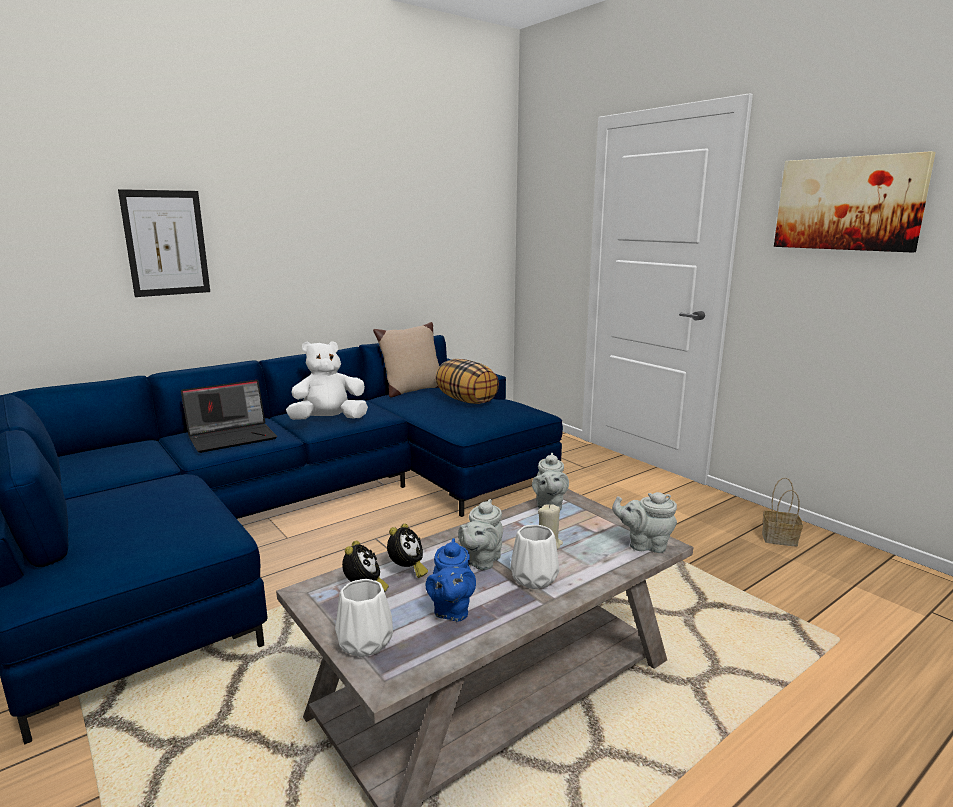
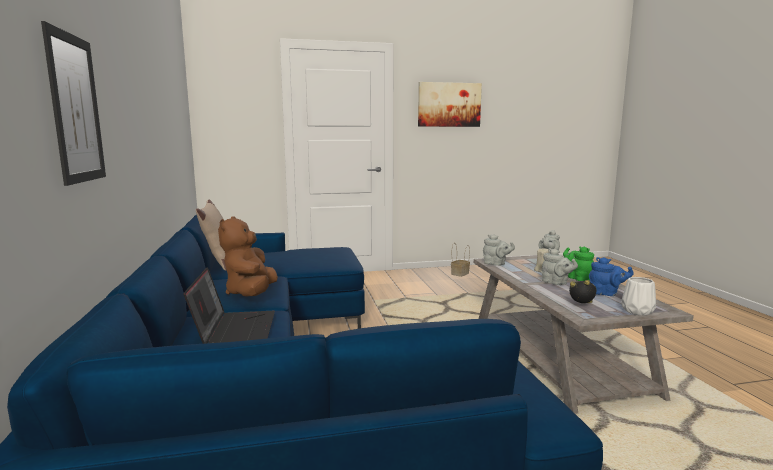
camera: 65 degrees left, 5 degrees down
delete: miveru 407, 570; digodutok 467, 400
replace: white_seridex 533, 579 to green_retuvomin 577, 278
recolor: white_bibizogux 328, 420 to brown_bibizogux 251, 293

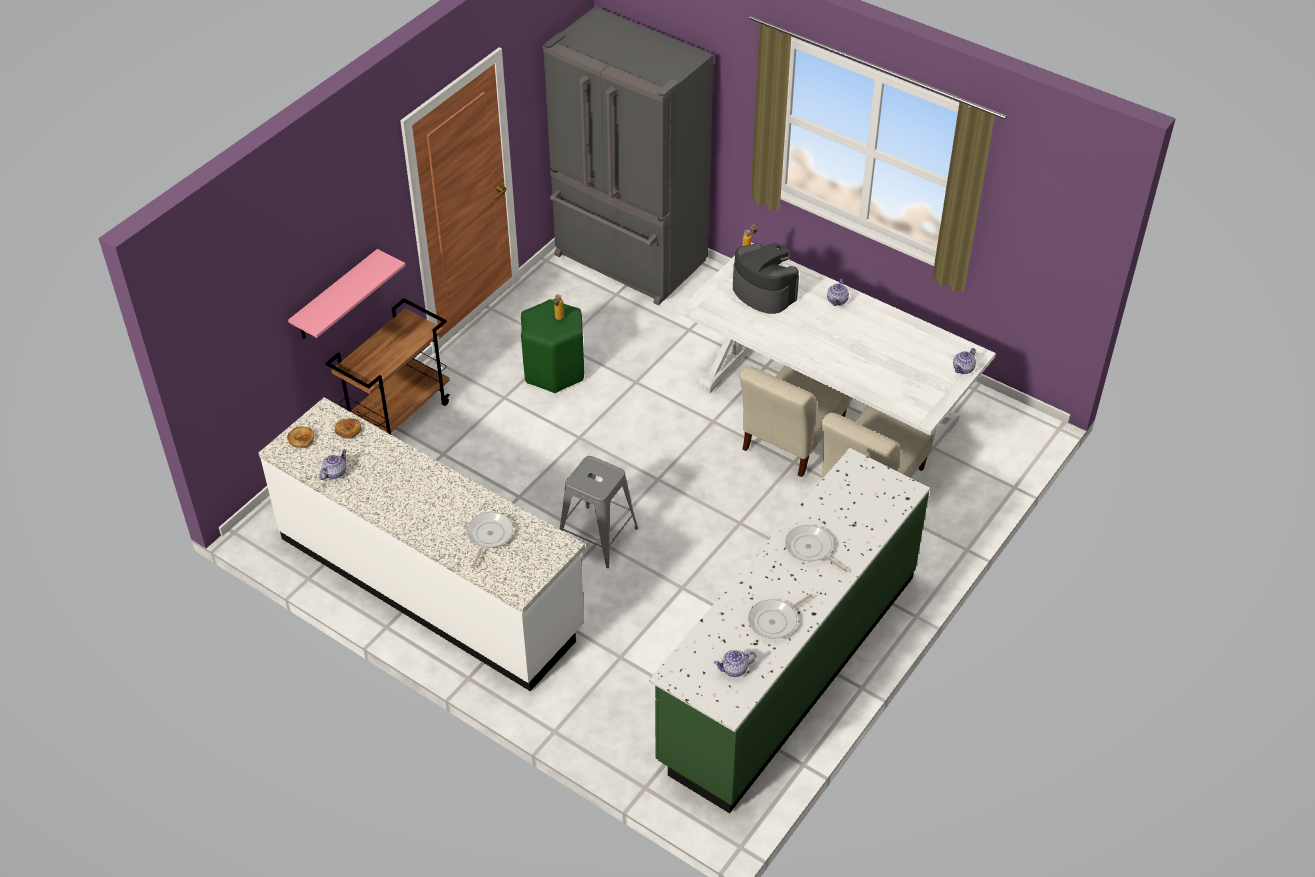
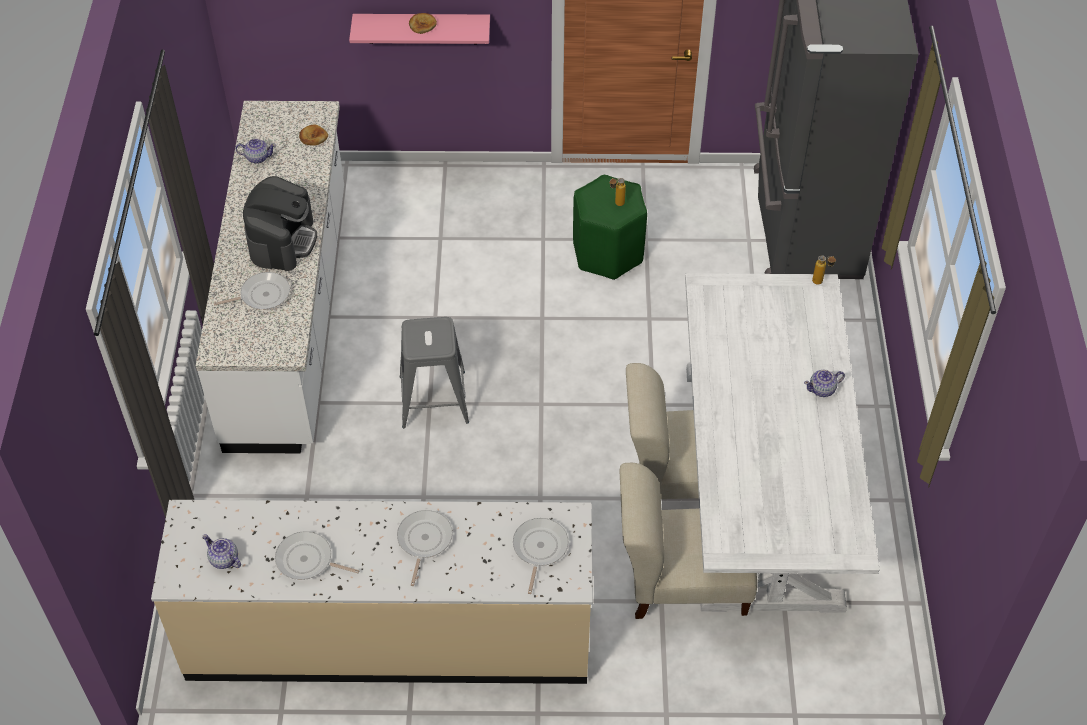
camera: 55 degrees right, 5 degrees up
delete: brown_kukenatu 398, 416; retuvomin 963, 368
insert: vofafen 539, 549
move: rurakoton 301, 438 to 422, 25; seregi 763, 292 to 282, 240
recolor: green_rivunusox 787, 667 to beige_rivunusox 389, 635

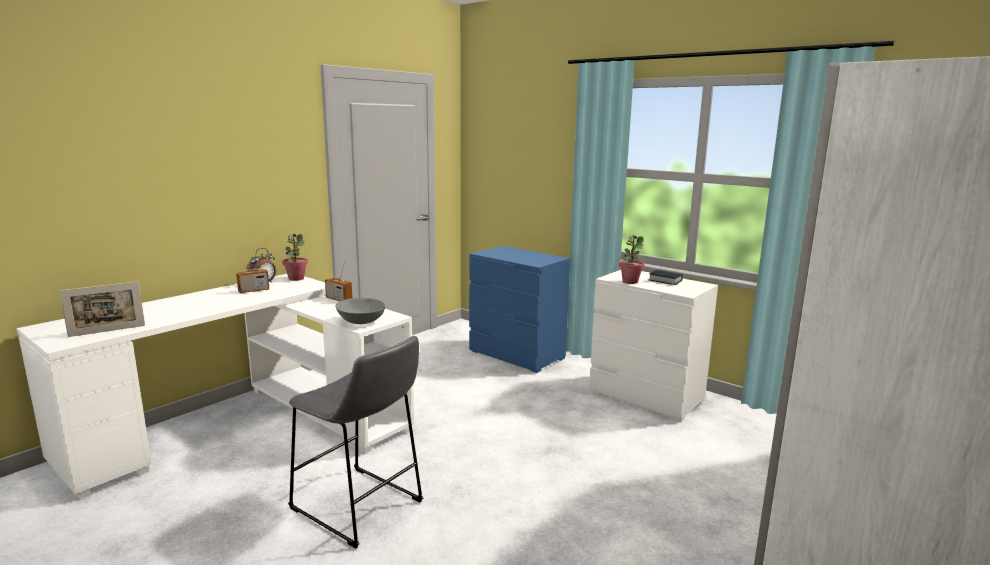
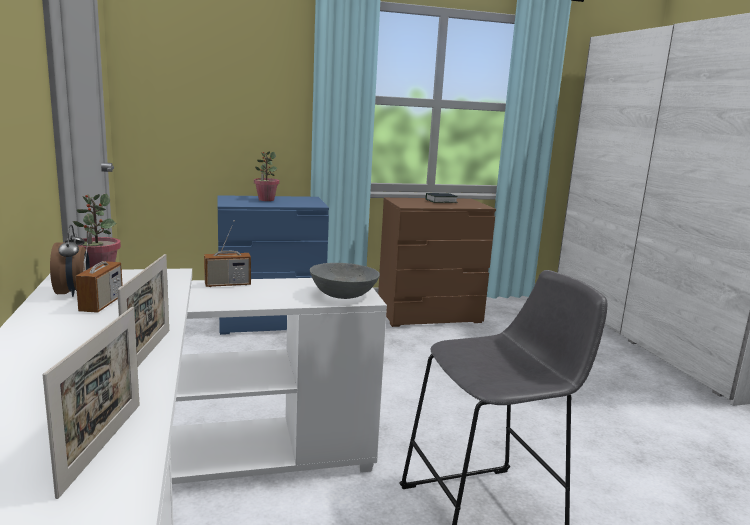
camera: 55 degrees left, 0 degrees up
insert: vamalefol 148, 353
move: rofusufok 630, 281 to 266, 200
recolor: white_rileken 646, 396 to brown_rileken 429, 315

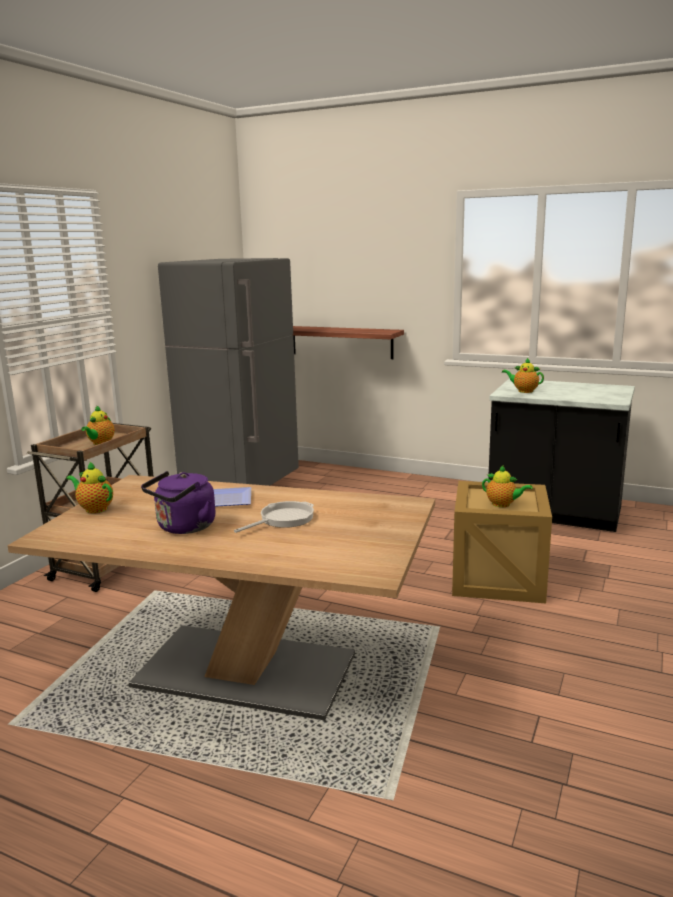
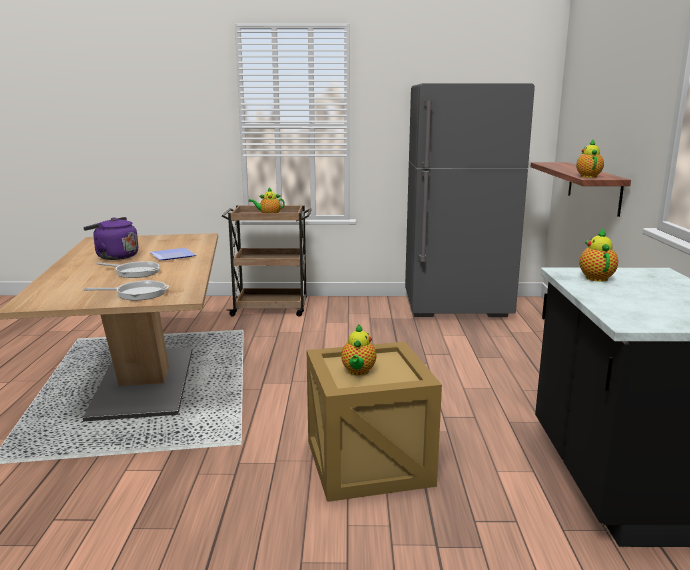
camera: 65 degrees right, 0 degrees up
insert: vofafen 137, 293
move: retuvomin 94, 508 to 588, 176

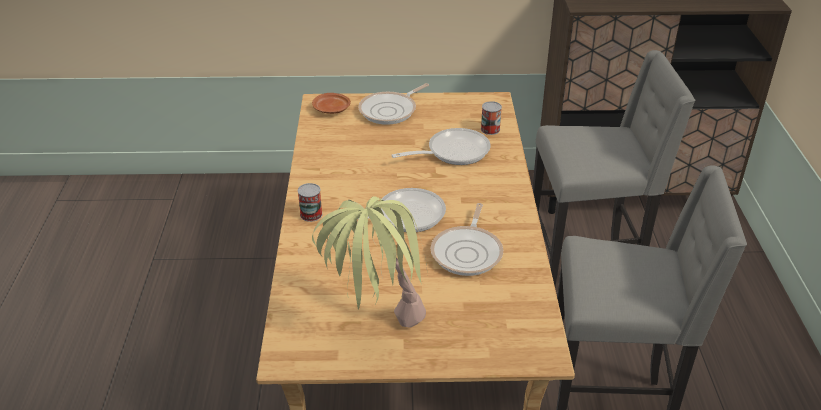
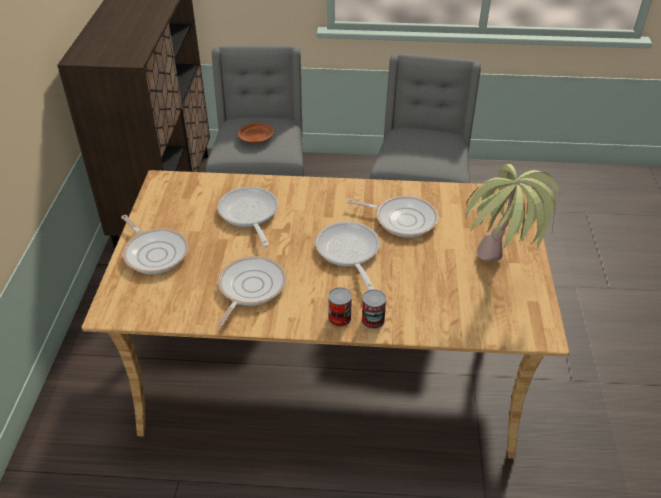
camera: 85 degrees left, 5 degrees up
insert: vofafen 250, 288
move: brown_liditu 332, 109 to 256, 138; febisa 490, 129 to 373, 320

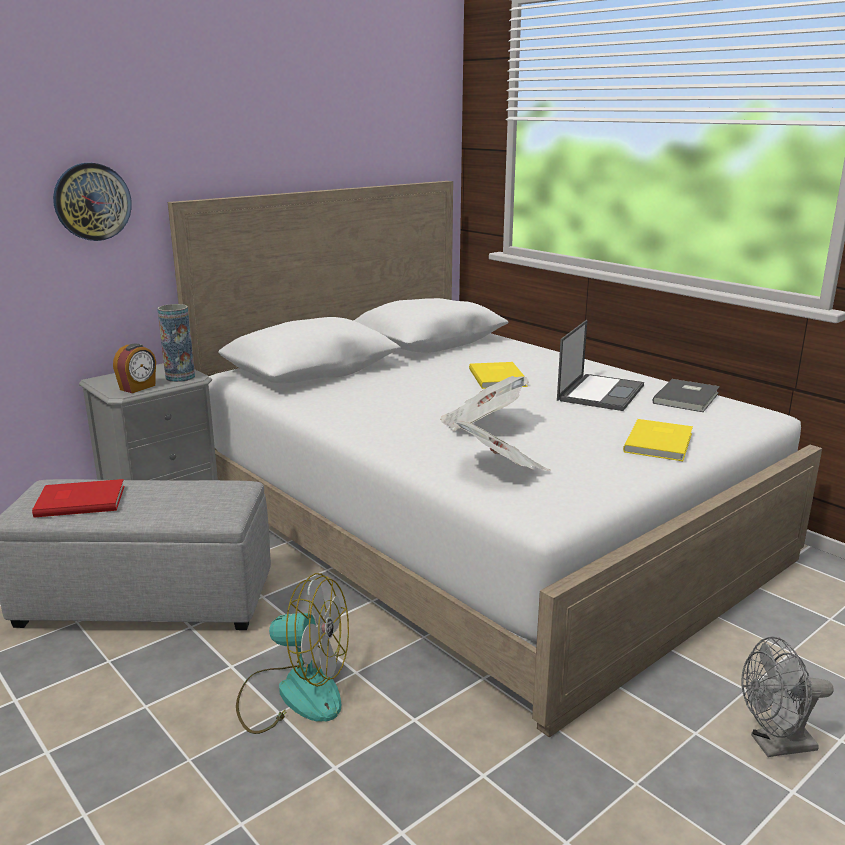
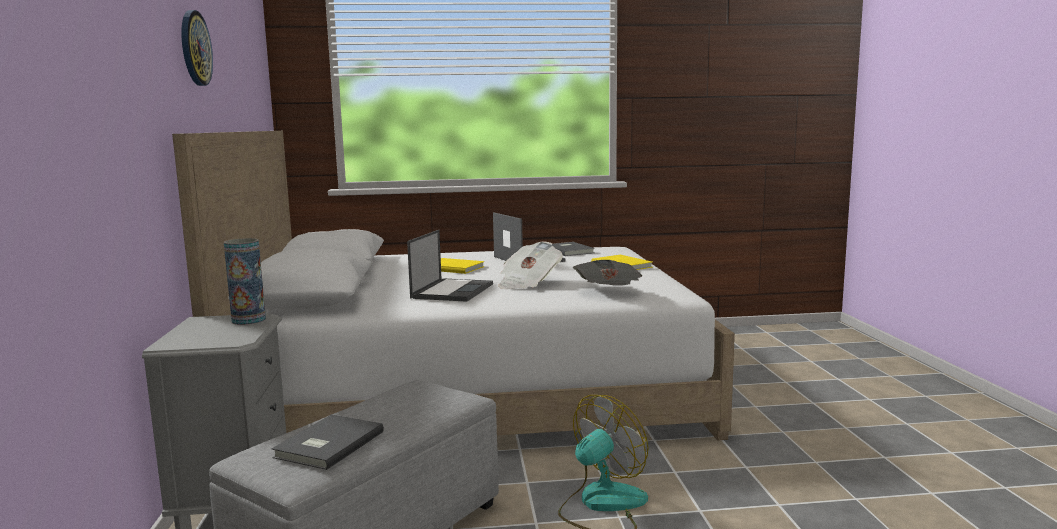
camera: 55 degrees left, 10 degrees down
delete: miveru 138, 388; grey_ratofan 775, 745
insert: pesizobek 452, 290
move: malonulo 92, 202 to 195, 48
recolor: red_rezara 79, 500 to grey_rezara 326, 444

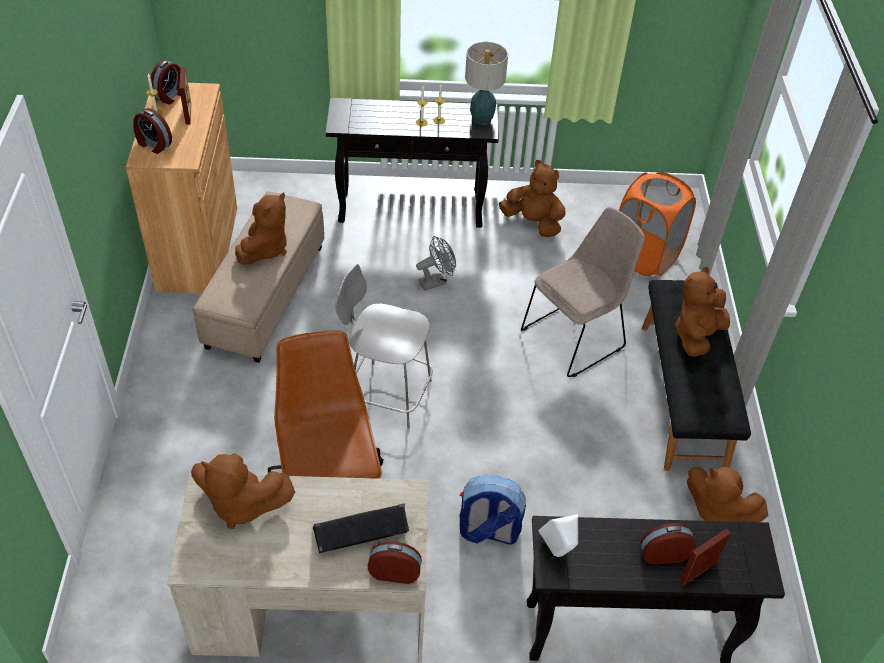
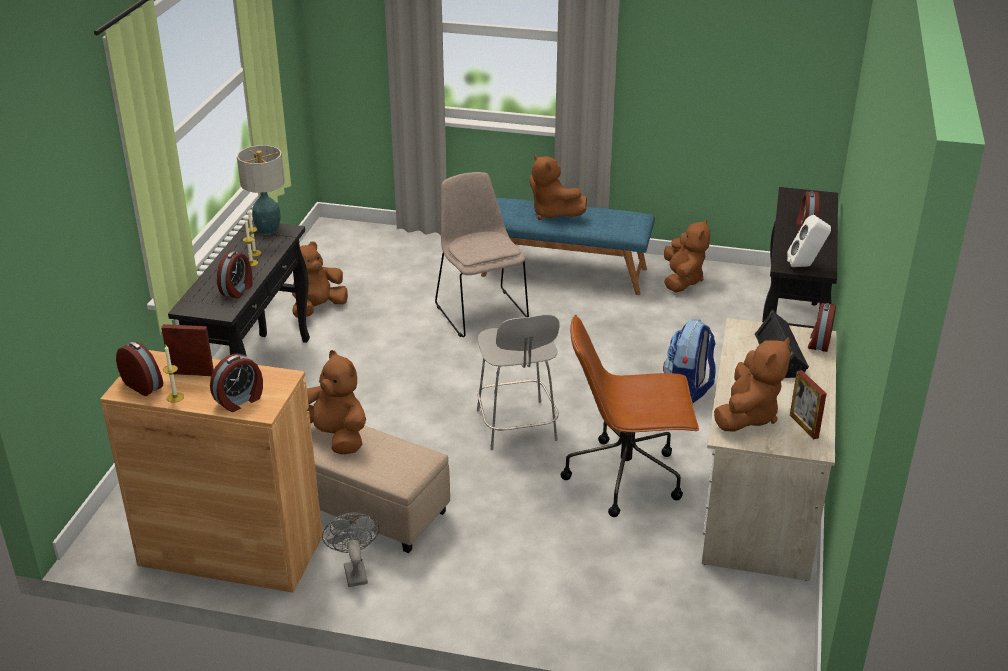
camera: 75 degrees left, 15 degrees down
delete: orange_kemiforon 645, 256
insert: miveru 237, 290
move: grey_ratofan 436, 281 to 354, 570; vamalefol 698, 571 to 804, 426
recolor: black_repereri 683, 395 to blue_repereri 564, 271
rotate: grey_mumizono 387, 394 = 517, 427 45 degrees counterclockwise; brown_bibizogux 716, 510 = 682, 280 45 degrees counterclockwise

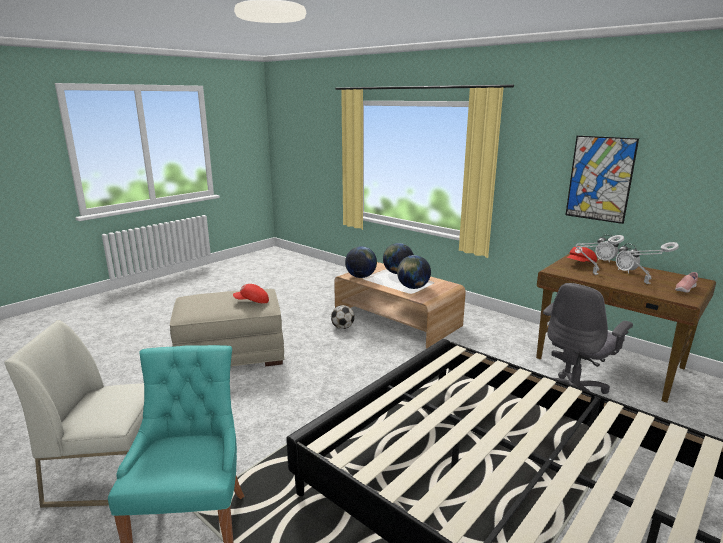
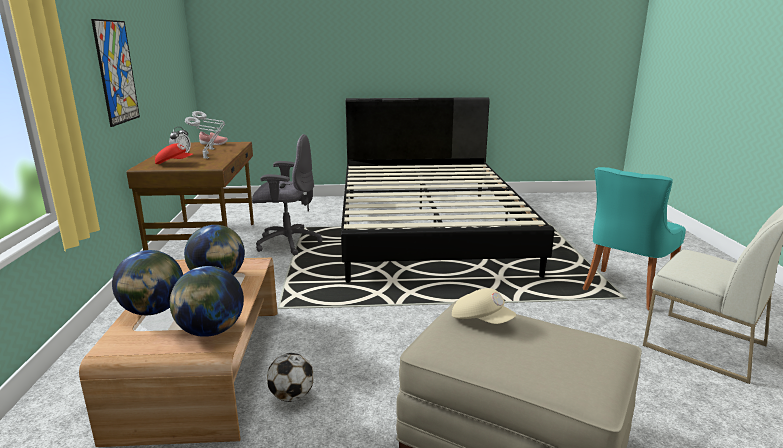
camera: 135 degrees left, 0 degrees up
delete: miveru 605, 260
recolor: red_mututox 252, 302 to beige_mututox 482, 321

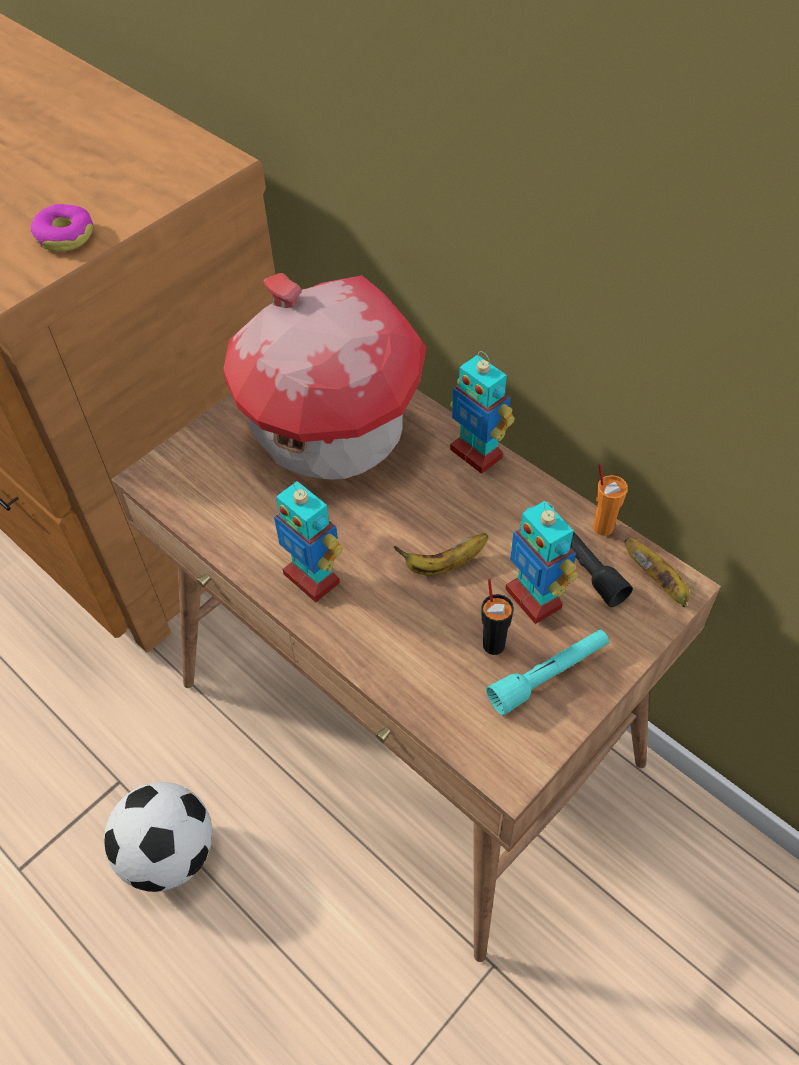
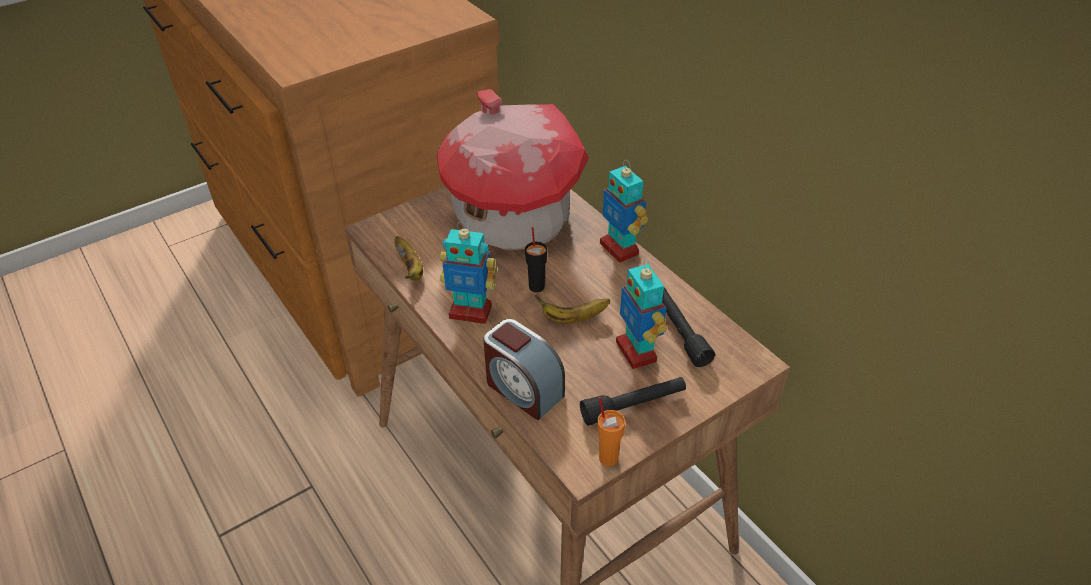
camera: 10 degrees right, 10 degrees down
delete: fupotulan 65, 236; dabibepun 170, 853
insert: miveru 523, 389
move: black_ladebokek 493, 644 to 537, 286; orange_ladebokek 602, 527 to 608, 457; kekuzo 658, 581 to 411, 269
recolor: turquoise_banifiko 549, 676 to black_banifiko 633, 406
rotate: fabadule 312, 578 = 471, 311 45 degrees counterclockwise

